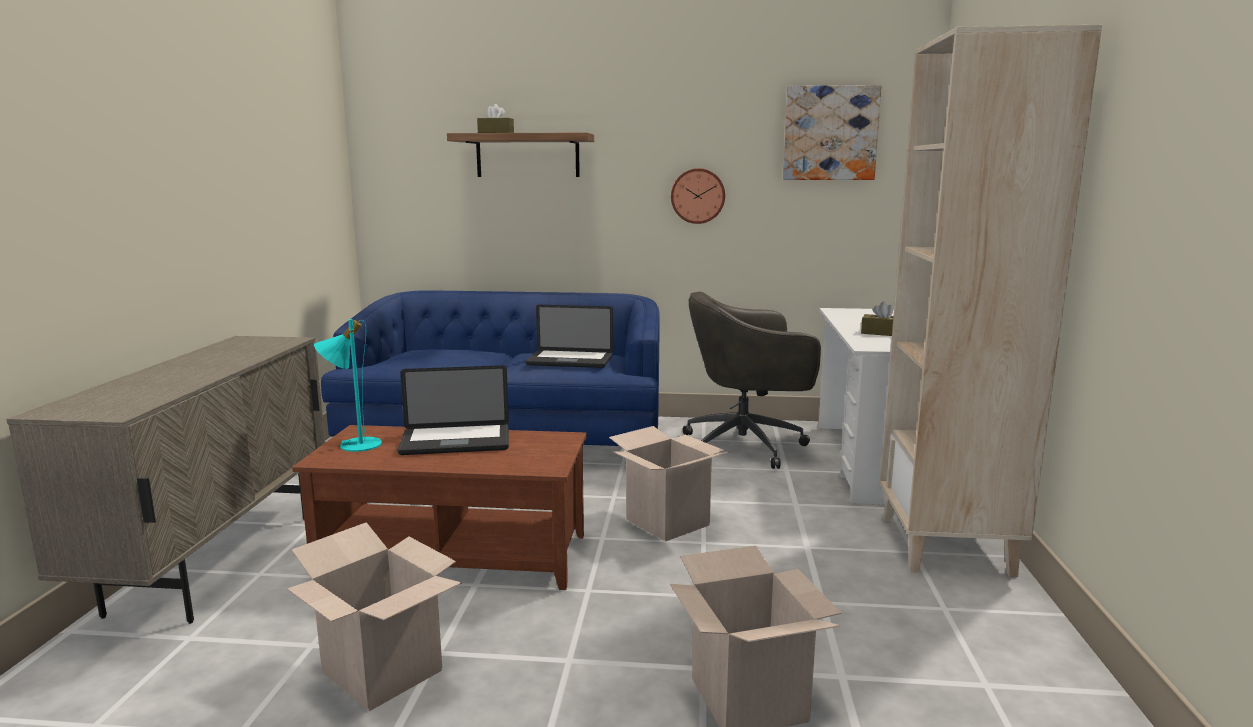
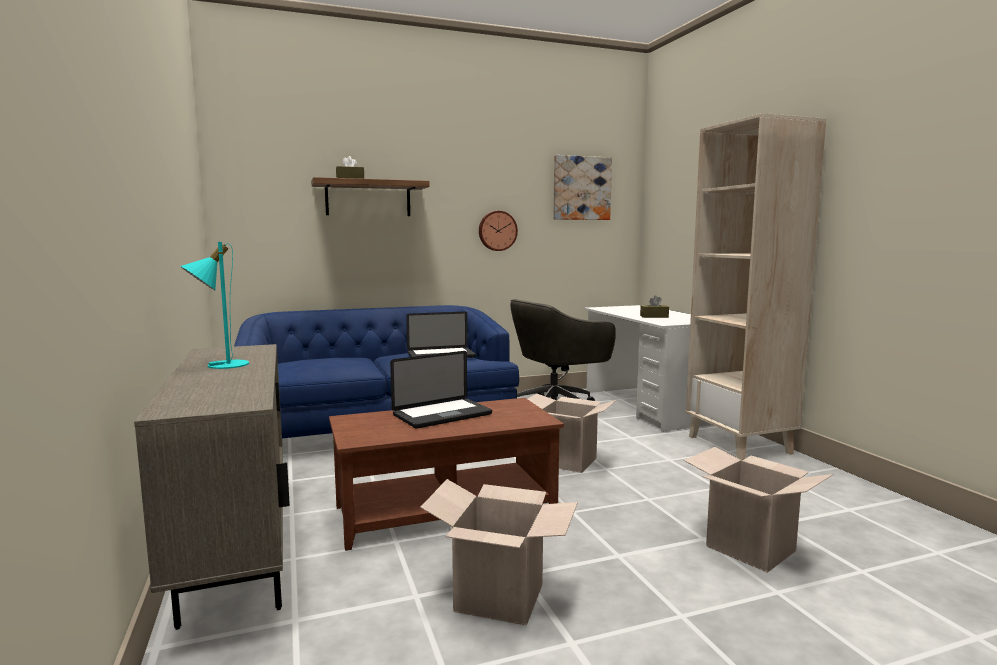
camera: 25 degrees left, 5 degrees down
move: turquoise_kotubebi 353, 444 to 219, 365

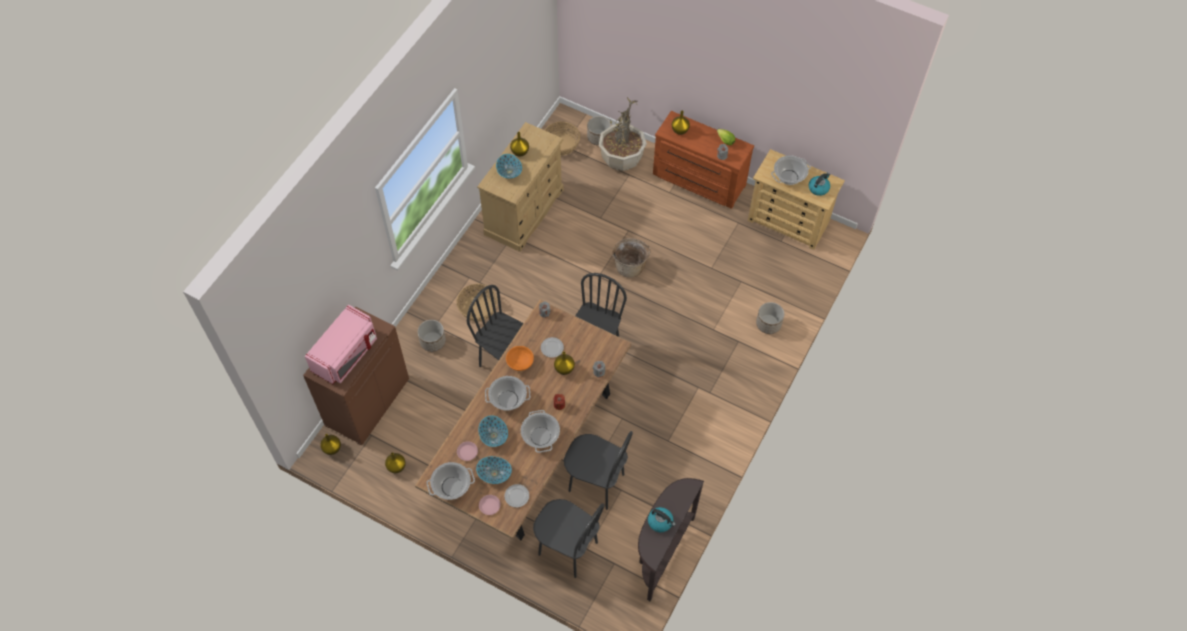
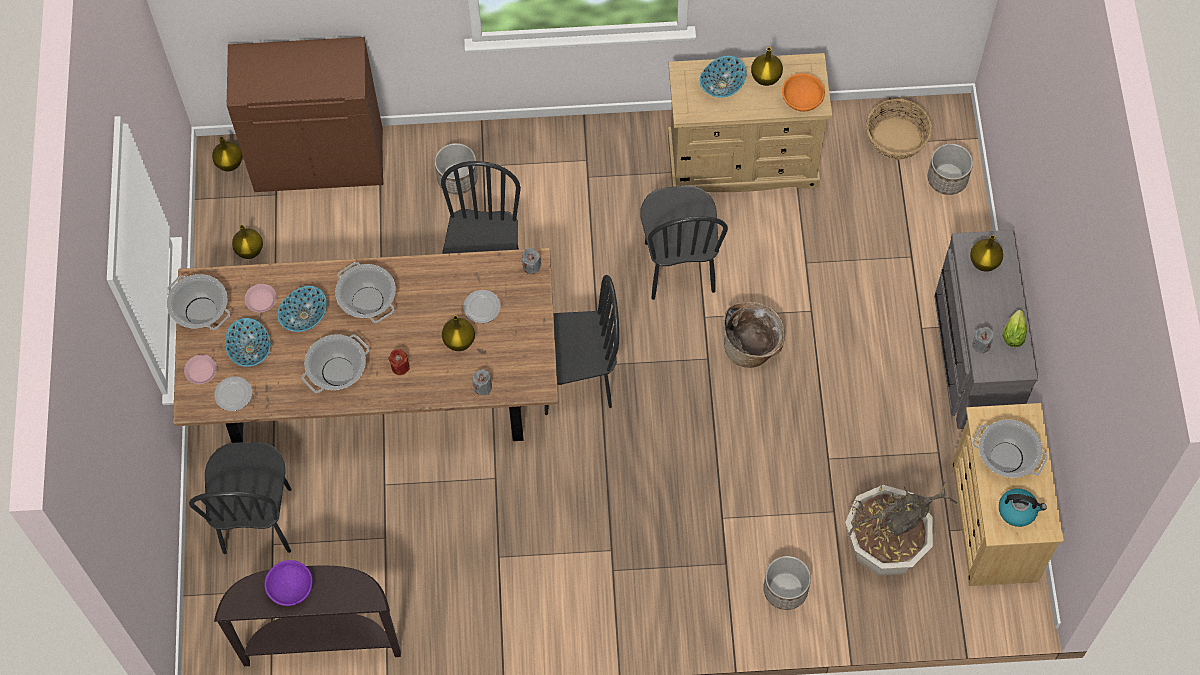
camera: 60 degrees right, 5 degrees up
delete: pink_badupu 346, 355; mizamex 477, 308
move: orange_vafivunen 520, 362 to 802, 100; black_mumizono 596, 483 to 678, 267; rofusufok 622, 160 to 883, 547
replace: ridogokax 660, 522 to purple_vafivunen 291, 588
recolor: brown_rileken 698, 181 to grey_rileken 972, 355

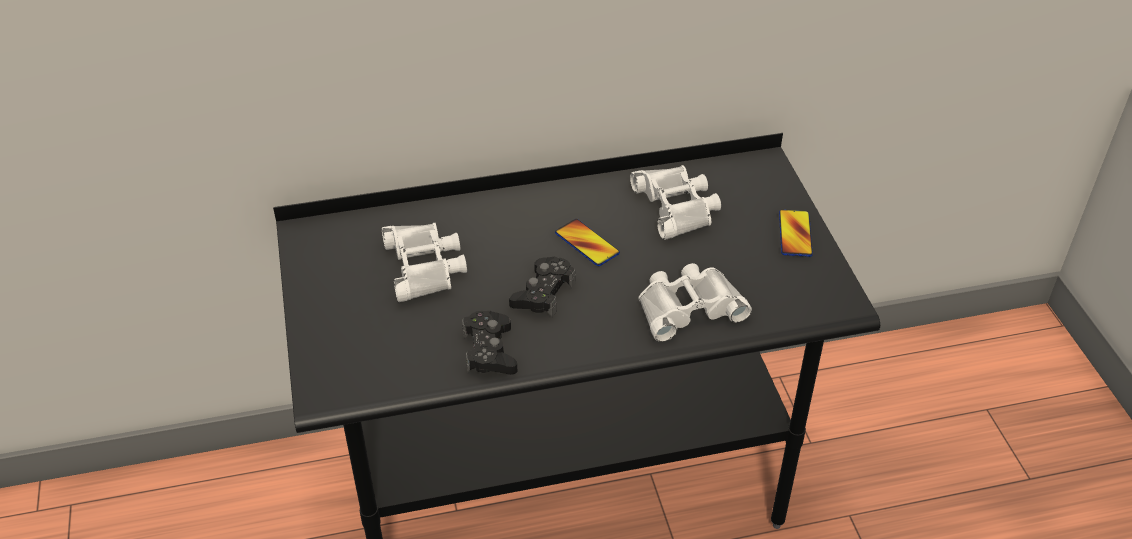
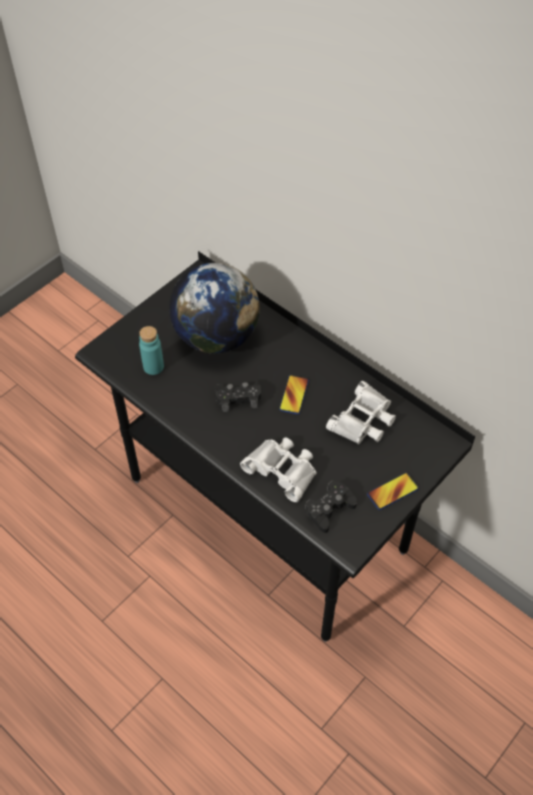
camera: 55 degrees right, 10 degrees up
insert: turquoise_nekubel 153, 366
move: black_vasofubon 489, 351 to 329, 509
replace: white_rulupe 425, 266 to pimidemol 216, 336

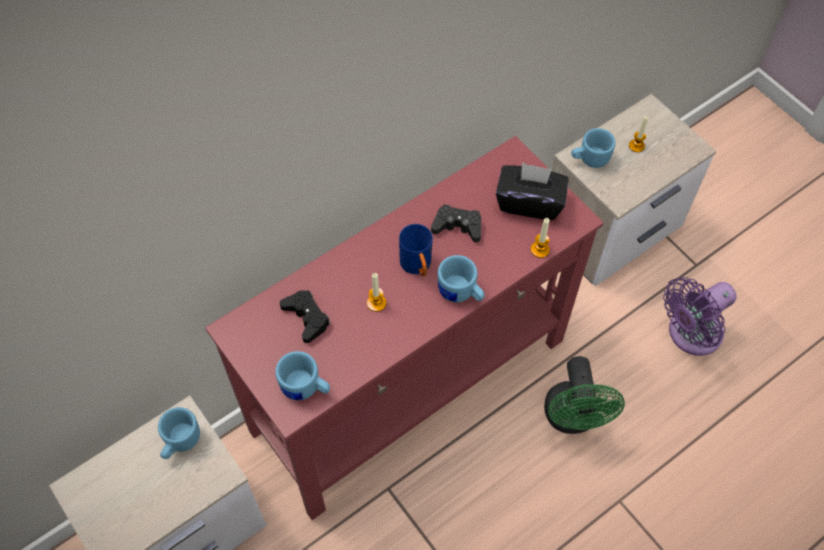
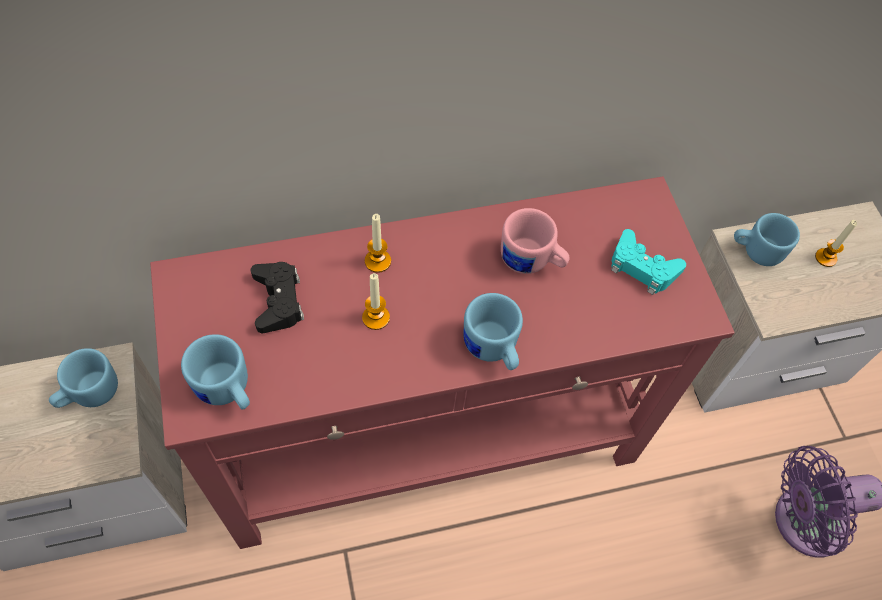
camera: 20 degrees right, 0 degrees up
delete: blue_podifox 417, 267; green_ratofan 572, 419
move: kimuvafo 540, 250 to 378, 261
replace: black_vasofubon 457, 226 to pink_podifox 531, 261; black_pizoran 529, 202 to turquoise_vasofubon 642, 267

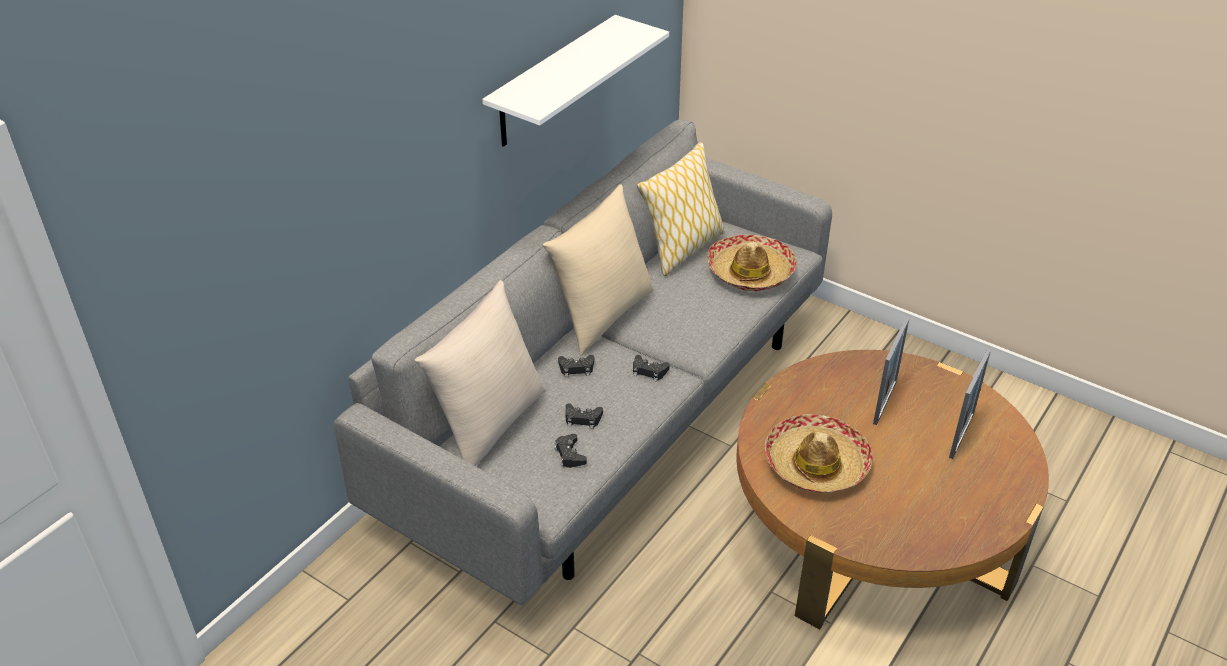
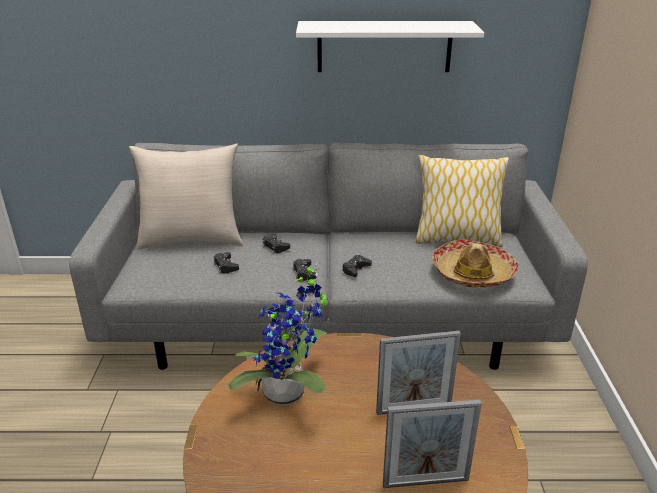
camera: 55 degrees right, 10 degrees down
delete: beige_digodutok 601, 315
move: black_vasofubon 570, 454 to 356, 269
replace: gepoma 815, 464 to rofusufok 289, 396

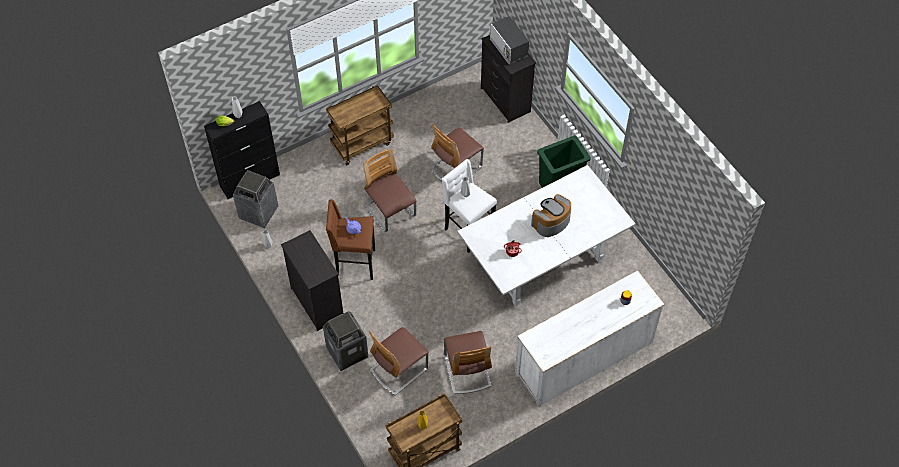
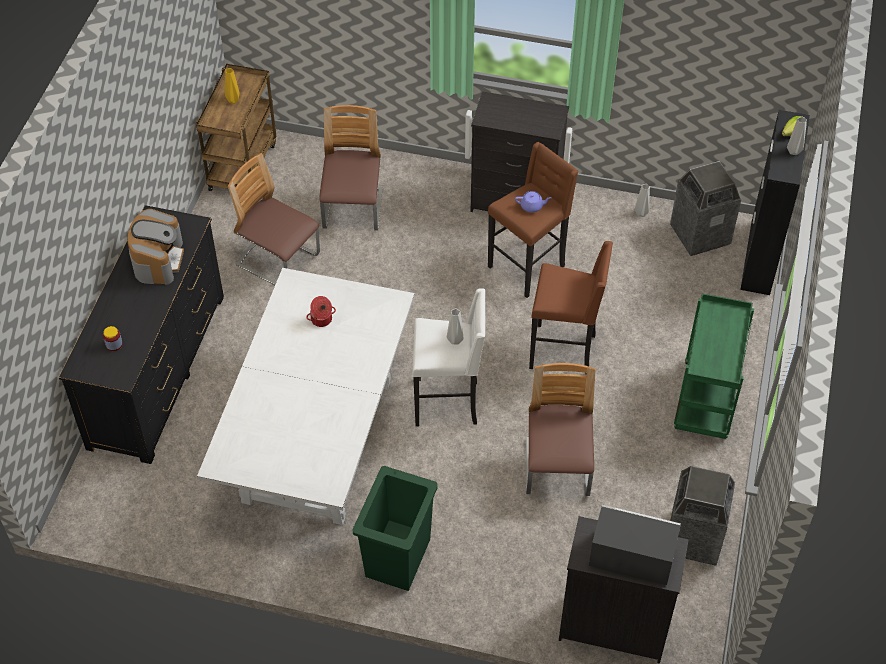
camera: 135 degrees right, 5 degrees down
move: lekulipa 347, 352 to 694, 538; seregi 551, 222 to 158, 259
replace: mumizono 390, 211 to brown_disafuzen 564, 351
recolor: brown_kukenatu 362, 143 to green_kukenatu 706, 402; white_rileken 583, 357 to black_rileken 157, 370

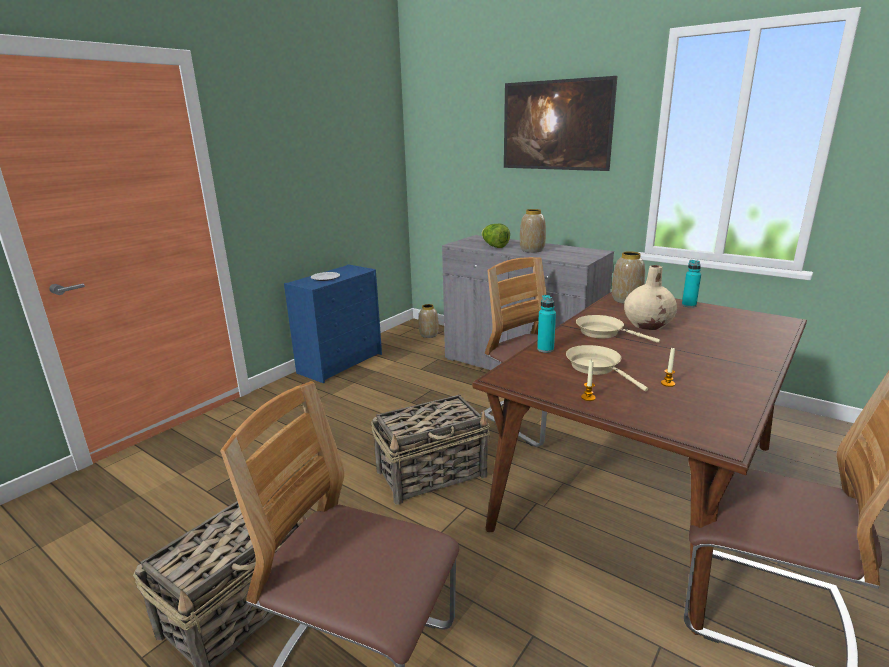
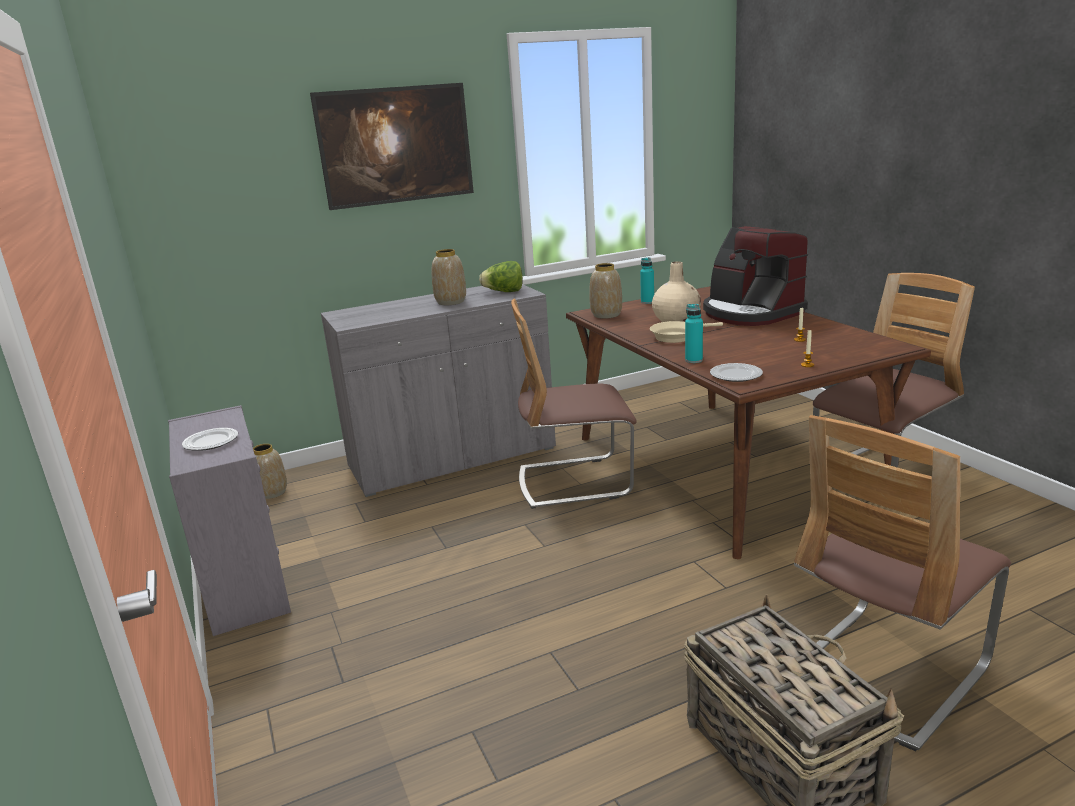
camera: 60 degrees left, 0 degrees up
delete: mizamex 433, 473; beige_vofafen 596, 368
insert: seregi 750, 313; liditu 735, 375
move: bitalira 494, 246 to 504, 292
recolor: blue_rileken 341, 363 to grey_rileken 245, 583

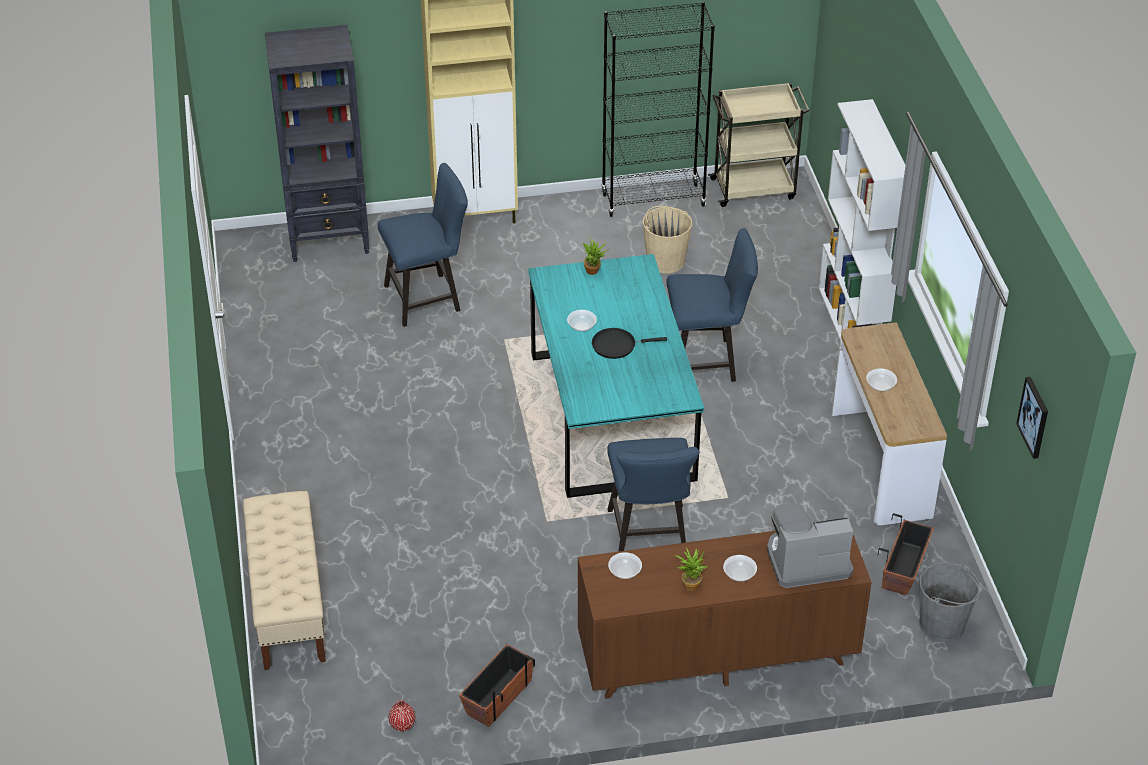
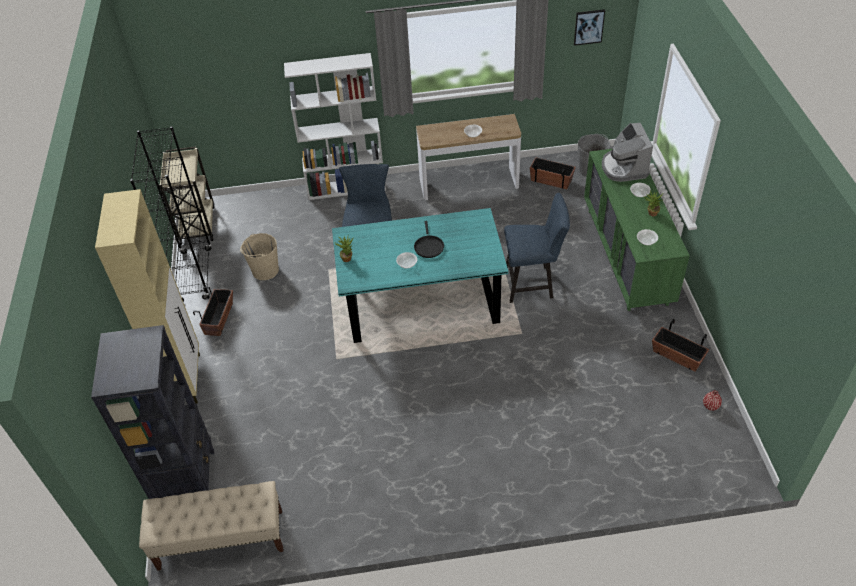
camera: 85 degrees left, 5 degrees up
delete: blue_mumizono 428, 298
insert: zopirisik 219, 319
move: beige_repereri 288, 603 to 220, 540
recolor: brown_rileken 716, 655 to green_rileken 626, 256

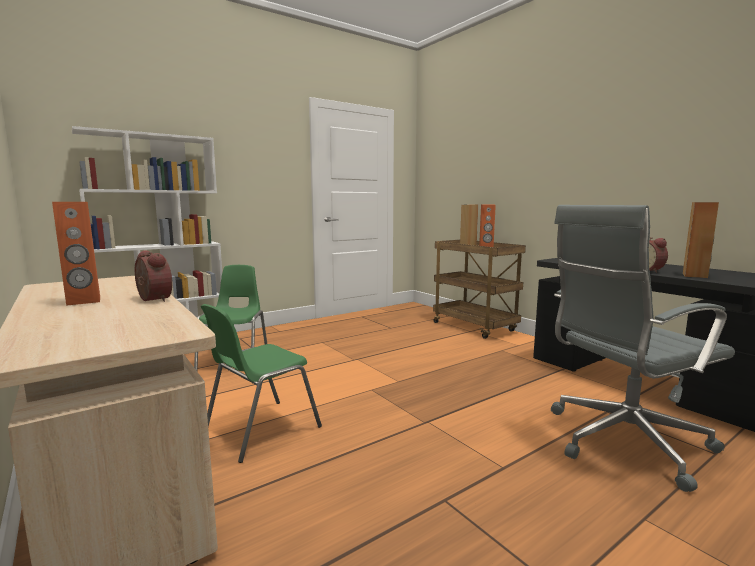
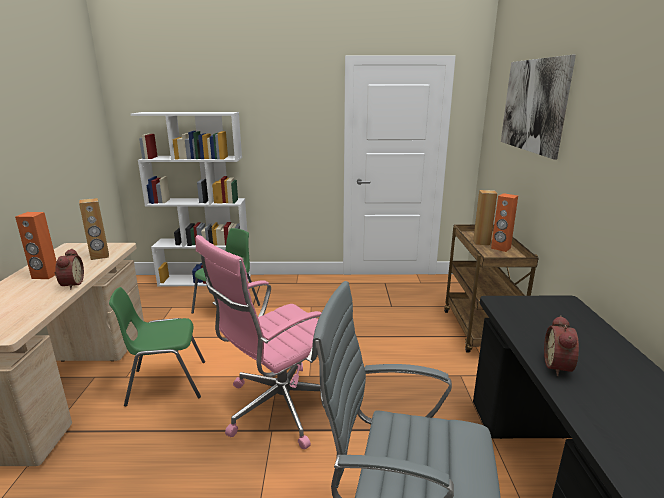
camera: 35 degrees right, 10 degrees up
insert: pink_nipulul 279, 407; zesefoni 533, 105
move: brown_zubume 695, 275 to 100, 256

